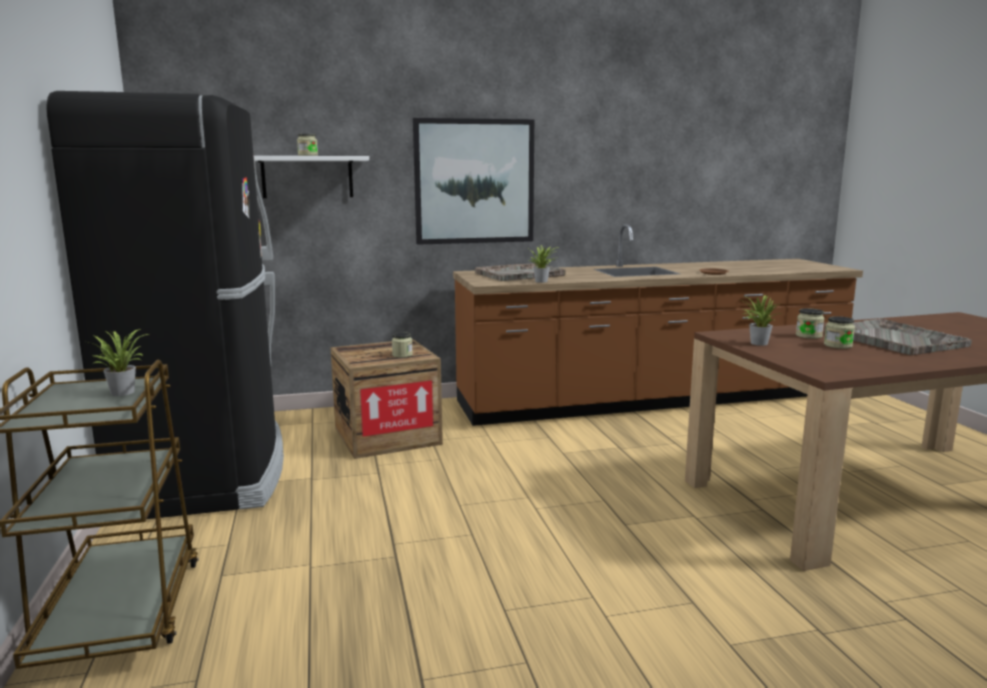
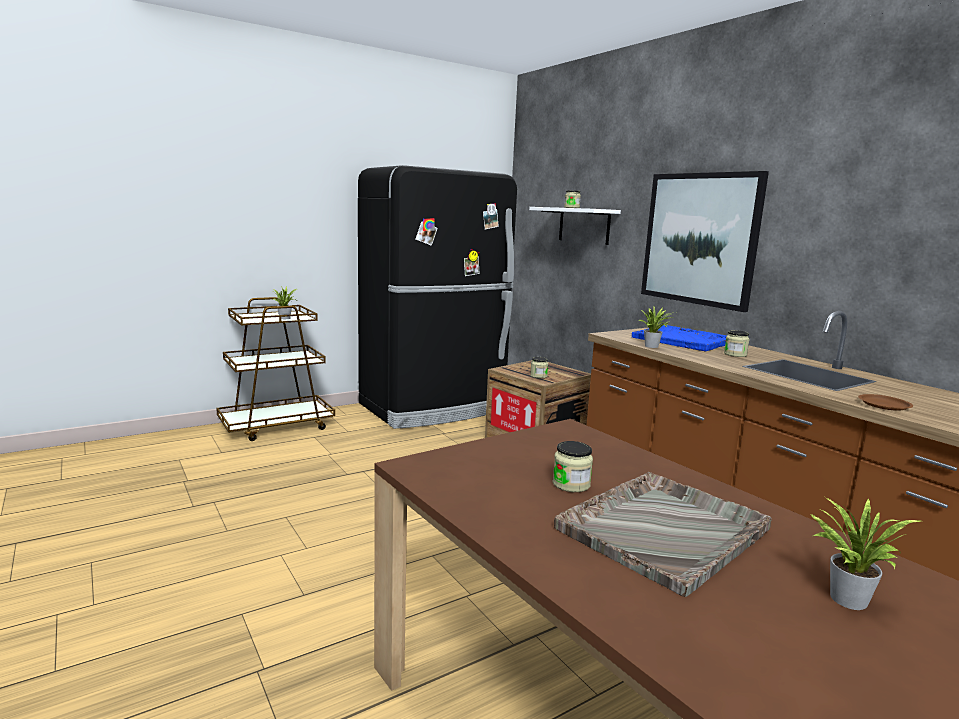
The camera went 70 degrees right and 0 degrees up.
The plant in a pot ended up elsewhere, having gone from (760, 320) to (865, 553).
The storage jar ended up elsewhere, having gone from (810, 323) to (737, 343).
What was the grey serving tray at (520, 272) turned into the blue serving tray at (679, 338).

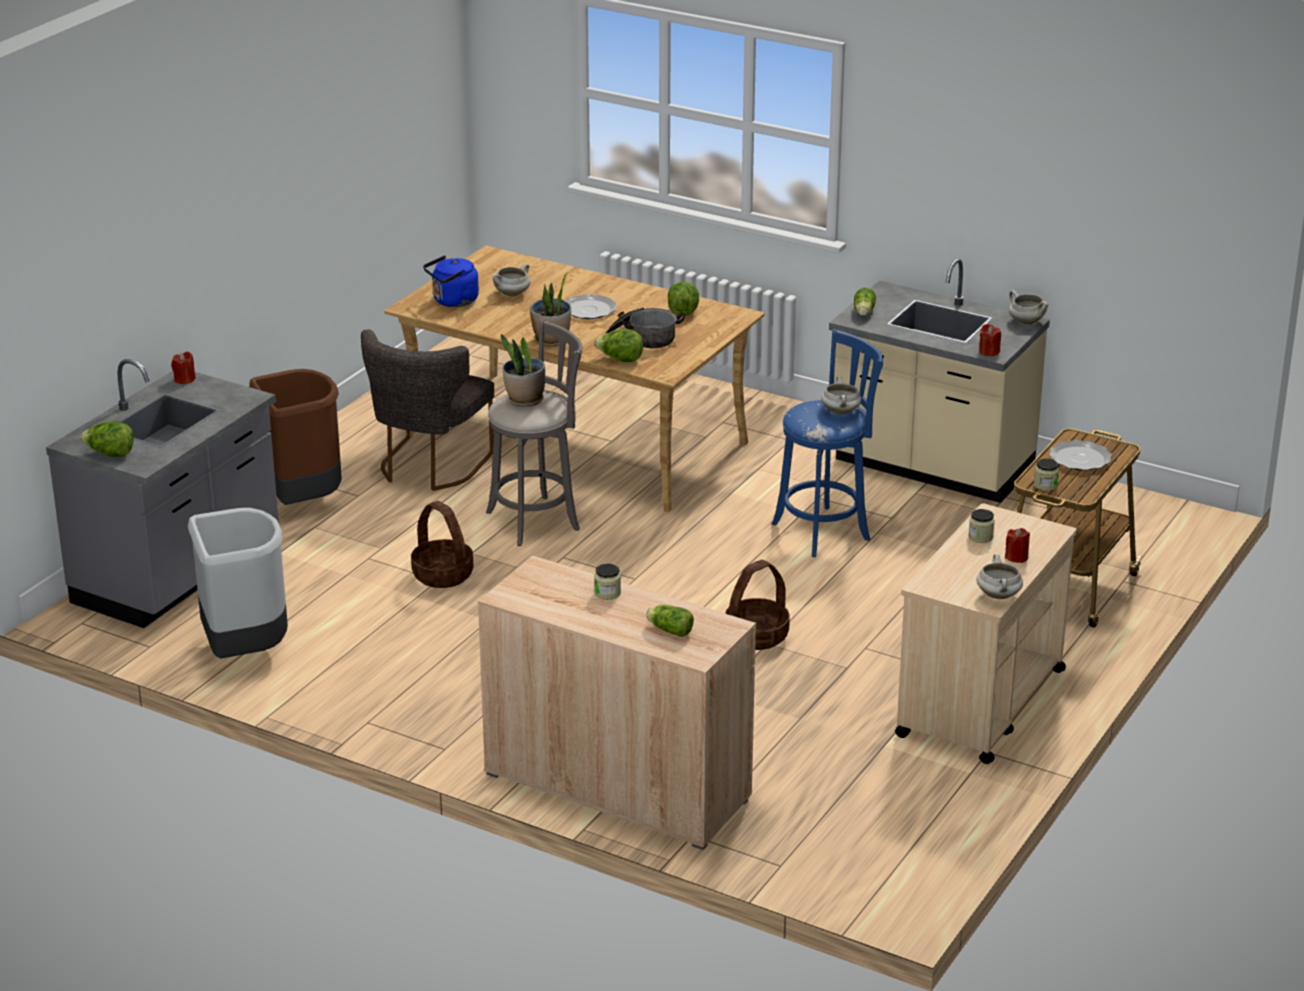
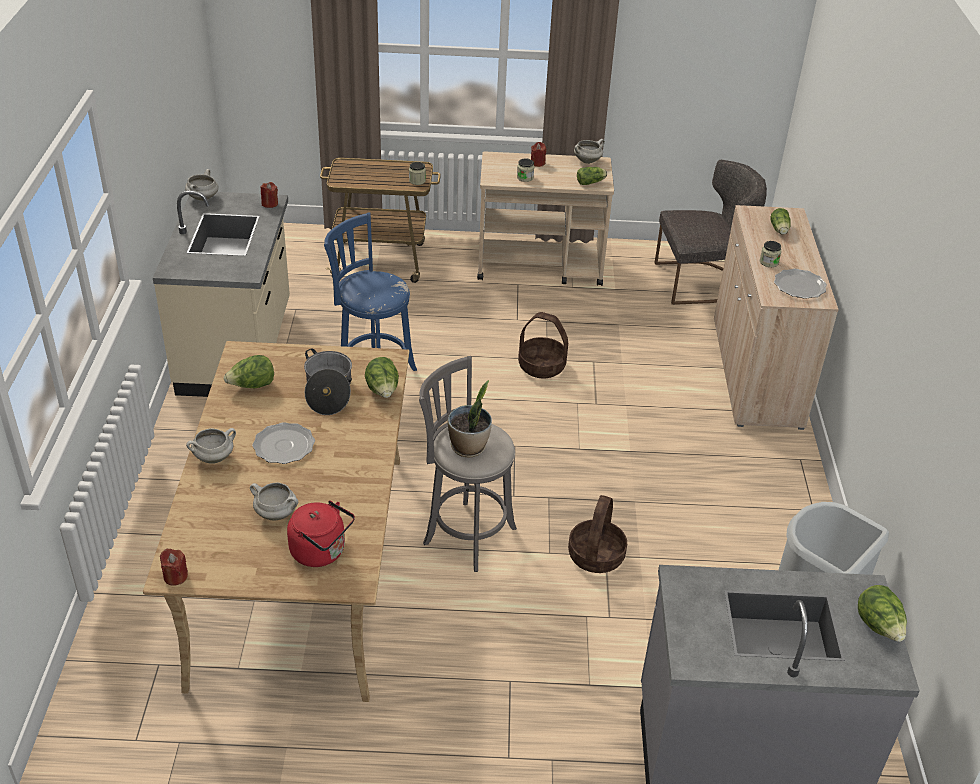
The camera went 120 degrees left and 10 degrees up.
The second view lost the brownish trash can at (295, 437).
The second view lost the plant in a pot at (550, 309).
The reddish wax candle ended up elsewhere, having gone from (183, 368) to (174, 567).
The grey upright chair ended up elsewhere, having gone from (427, 410) to (711, 232).
The white-coloured stockpot ended up elsewhere, having gone from (841, 395) to (211, 446).
The lettuce head ended up elsewhere, having gone from (865, 302) to (592, 176).
The plate ended up elsewhere, having gone from (1080, 455) to (800, 284).
What was the blue kettle at (451, 281) turned into the reddish kettle at (321, 533).

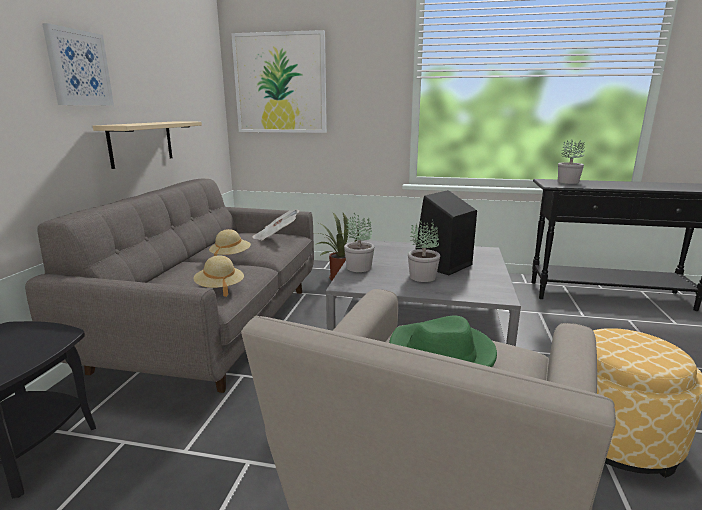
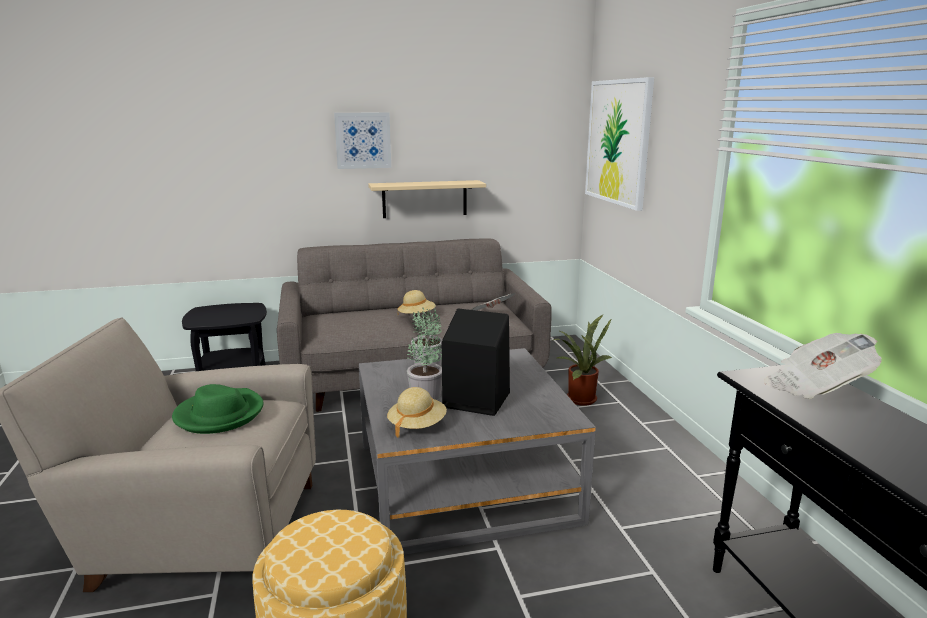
The camera went 65 degrees right and 0 degrees up.
The sand-coloured wearable hat ended up elsewhere, having gone from (218, 276) to (417, 412).
Where the plant in a pot stood at (571, 162), the printed paper came to stand at (823, 366).

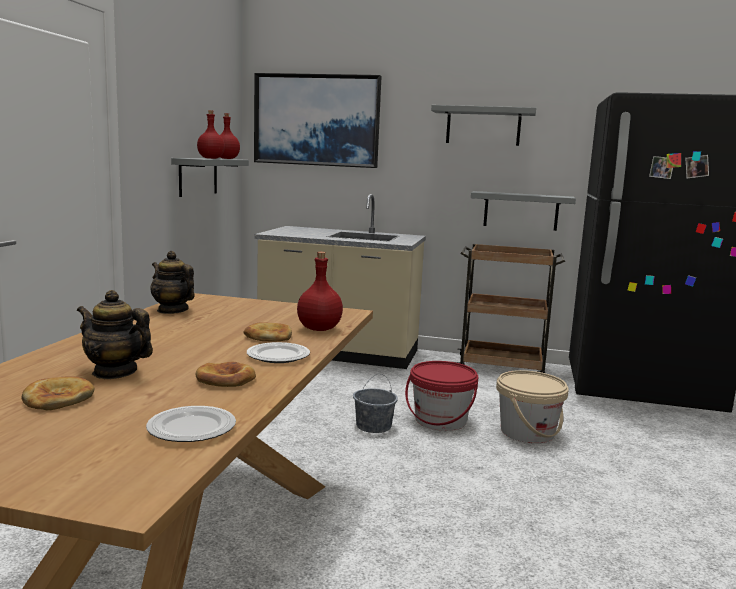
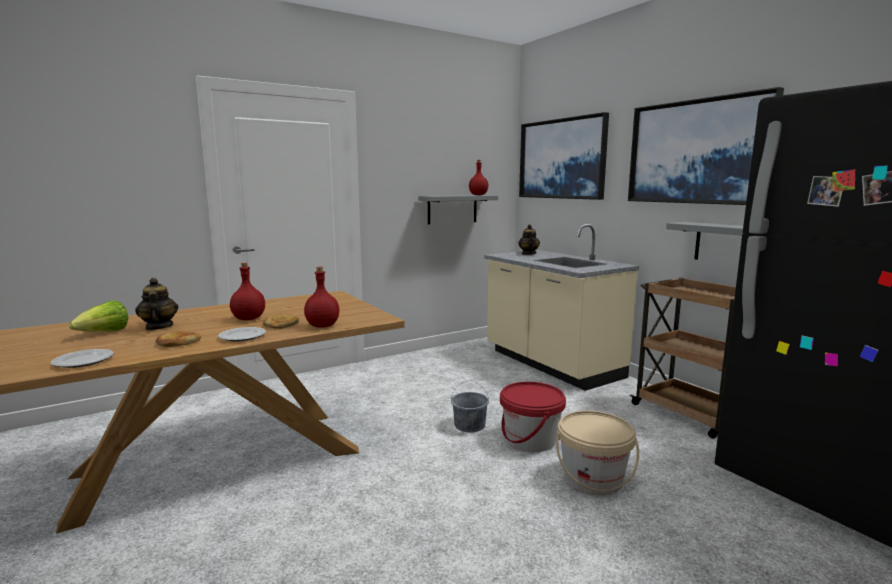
The camera went 45 degrees right and 0 degrees up.
The pot for tea ended up elsewhere, having gone from (173, 282) to (529, 239).
The reddish drink bottle ended up elsewhere, having gone from (211, 134) to (247, 291).
Where the bakery bread stood at (58, 393), the lettuce head came to stand at (98, 316).
Where the grey shelf hung at (483, 125), the wall picture came to hang at (706, 146).

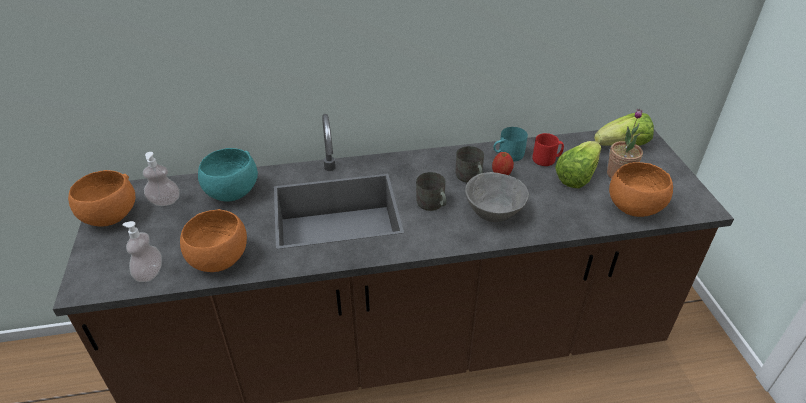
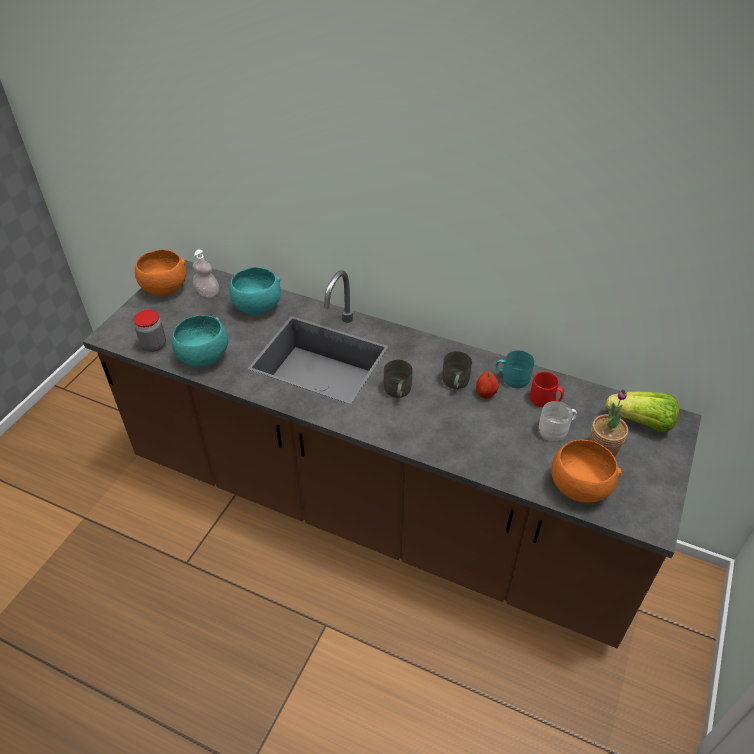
The camera went 35 degrees right and 5 degrees up.
The second view lost the grey bowl at (497, 197).
Where the soap bottle stood at (142, 251), the storage jar came to stand at (149, 331).
Where the lettuce head stood at (578, 164), the white-coloured tea mug came to stand at (558, 421).
What was the orangey bowl at (213, 240) turned into the turquoise bowl at (200, 341).

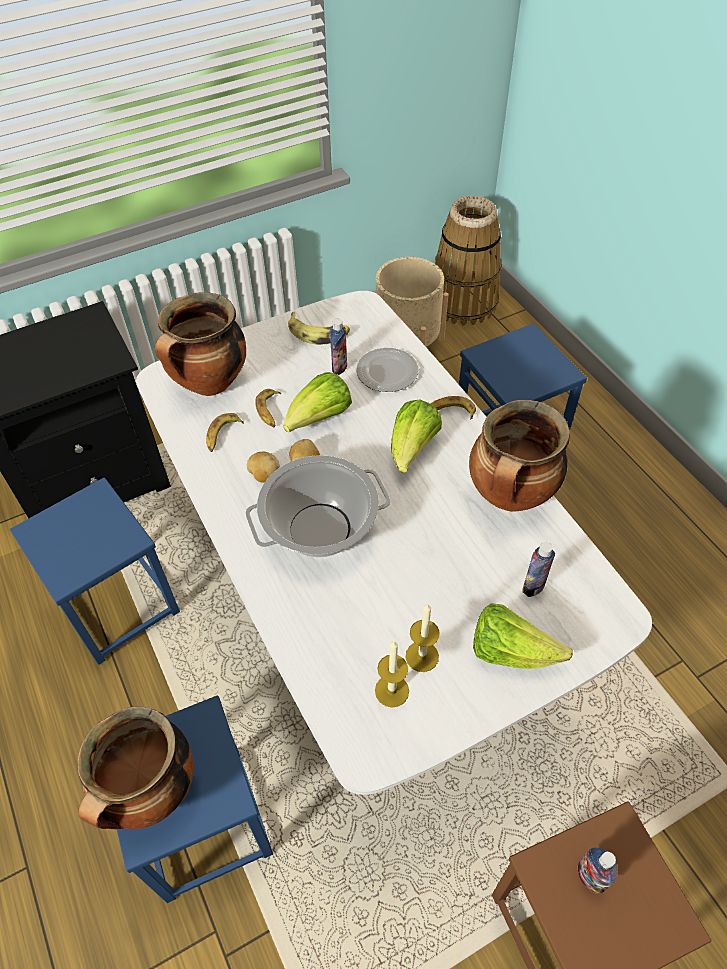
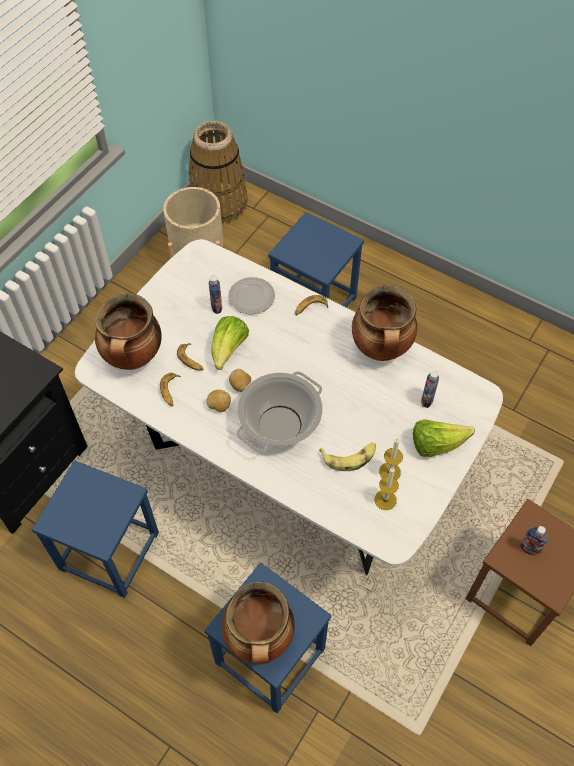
The camera went 30 degrees left and 5 degrees up.
The second view lost the lettuce head at (416, 436).
The banana ended up elsewhere, having gone from (319, 328) to (347, 456).

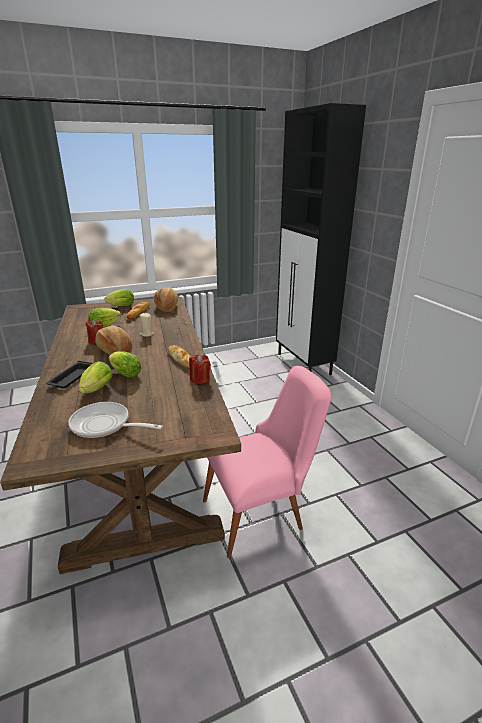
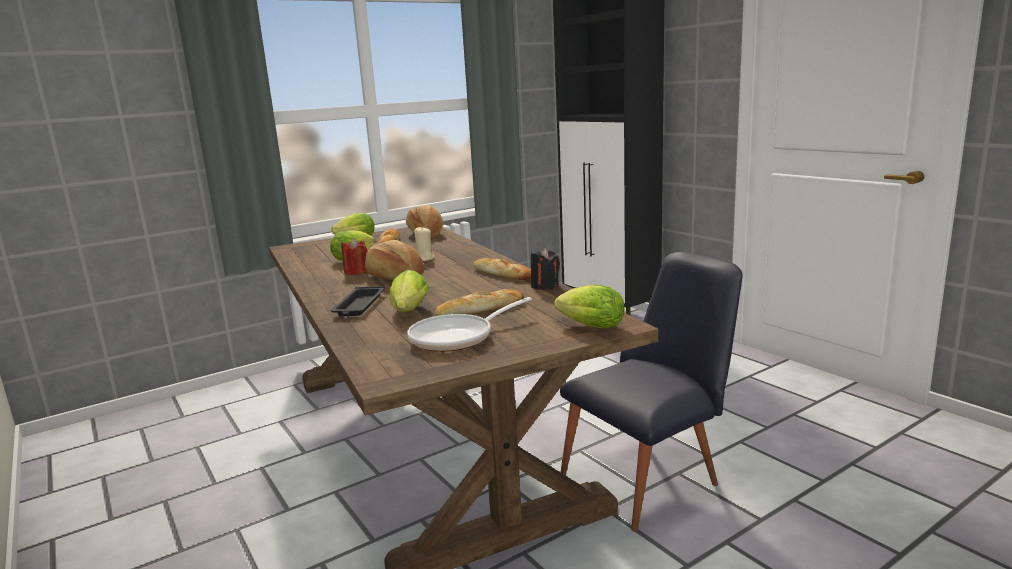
The camera went 10 degrees left and 10 degrees down.
The second view gained the bakery bread at (479, 302).
The lettuce head ended up elsewhere, having gone from (125, 364) to (589, 307).
What was the reddish wax candle at (200, 369) turned into the black wax candle at (545, 269).
What was the pinkish upright chair at (267, 462) turned into the black upright chair at (651, 392).
The frying pan at (115, 420) ended up facing another way, 45 degrees counterclockwise from before.

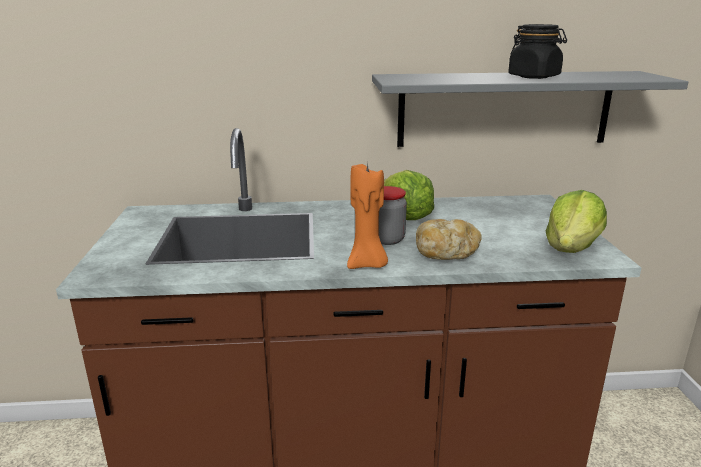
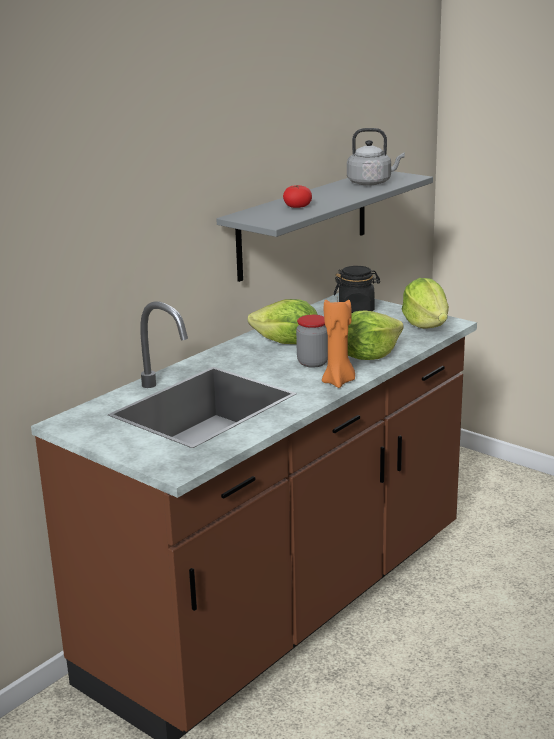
The camera went 45 degrees left and 0 degrees up.
The second view gained the whole tomato at (297, 196).
The second view gained the grey kettle at (376, 157).
The black storage jar ended up elsewhere, having gone from (537, 51) to (357, 289).
Where the bakery bread stood at (449, 239), the lettuce head came to stand at (376, 335).

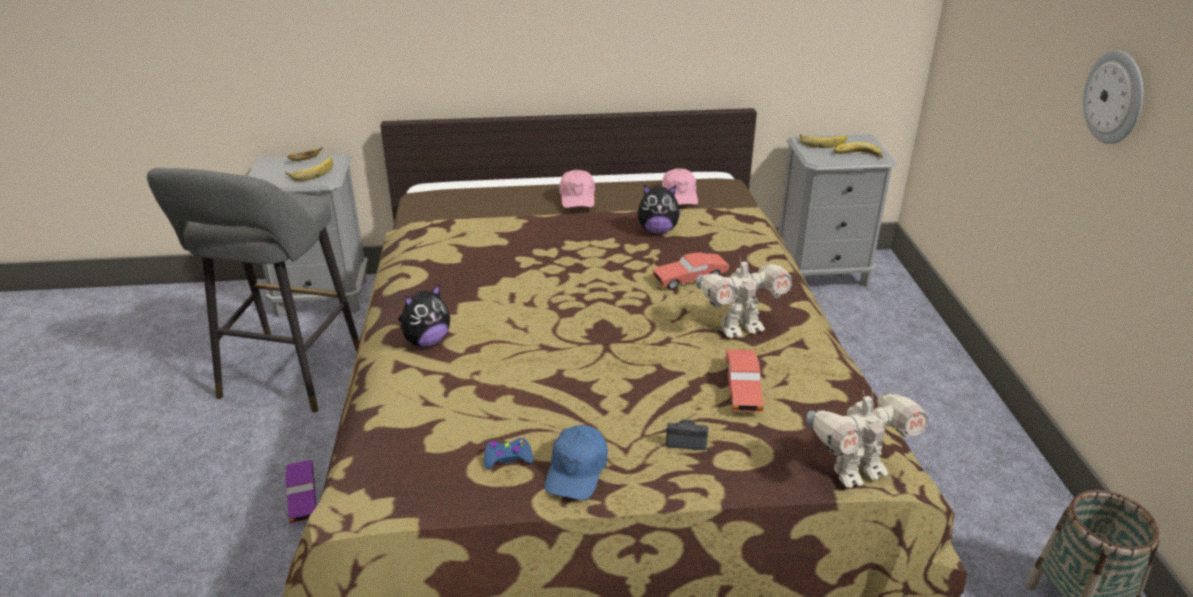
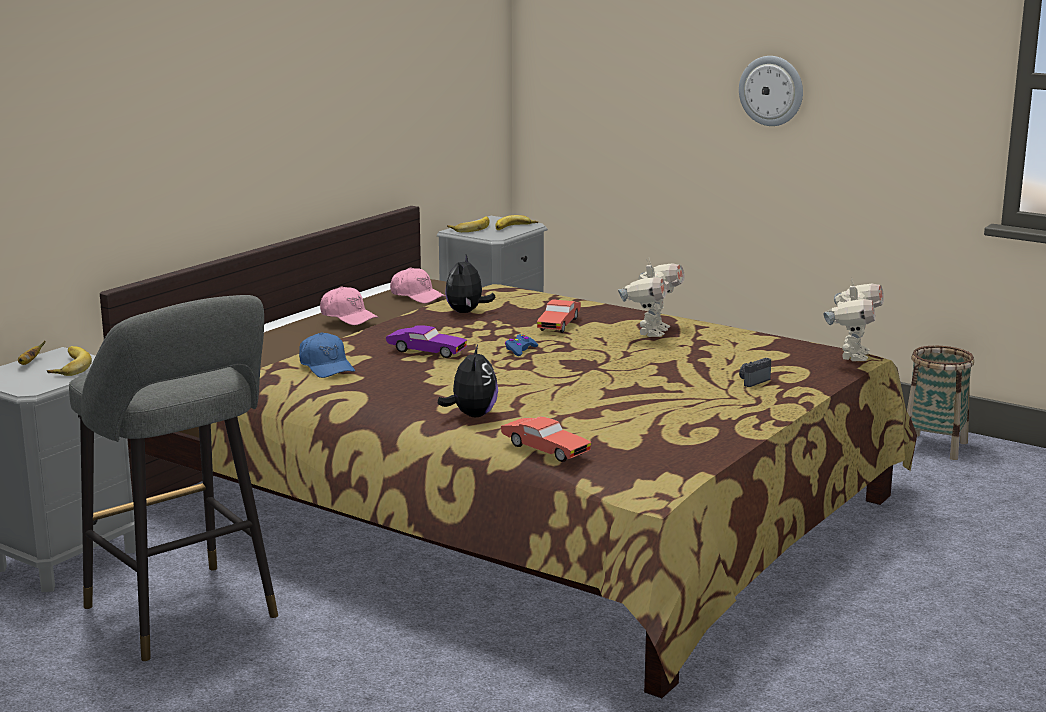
The camera went 50 degrees left and 15 degrees down.
The purple-coloured toy car ended up elsewhere, having gone from (301, 492) to (426, 341).
The blue joypad ended up elsewhere, having gone from (508, 453) to (521, 345).
The blue cap ended up elsewhere, having gone from (576, 462) to (327, 355).
The reddish toy car ended up elsewhere, having gone from (745, 381) to (546, 439).
The plush toy at (660, 209) ended up facing another way, 150 degrees clockwise from before.

